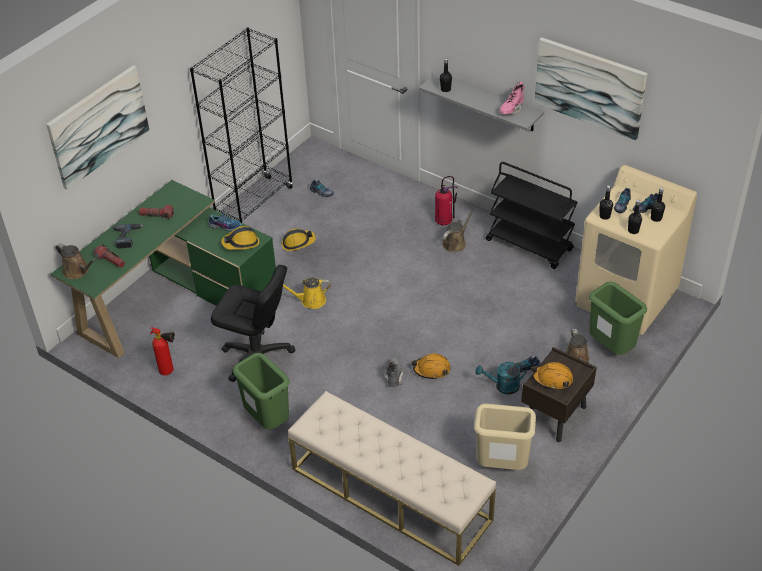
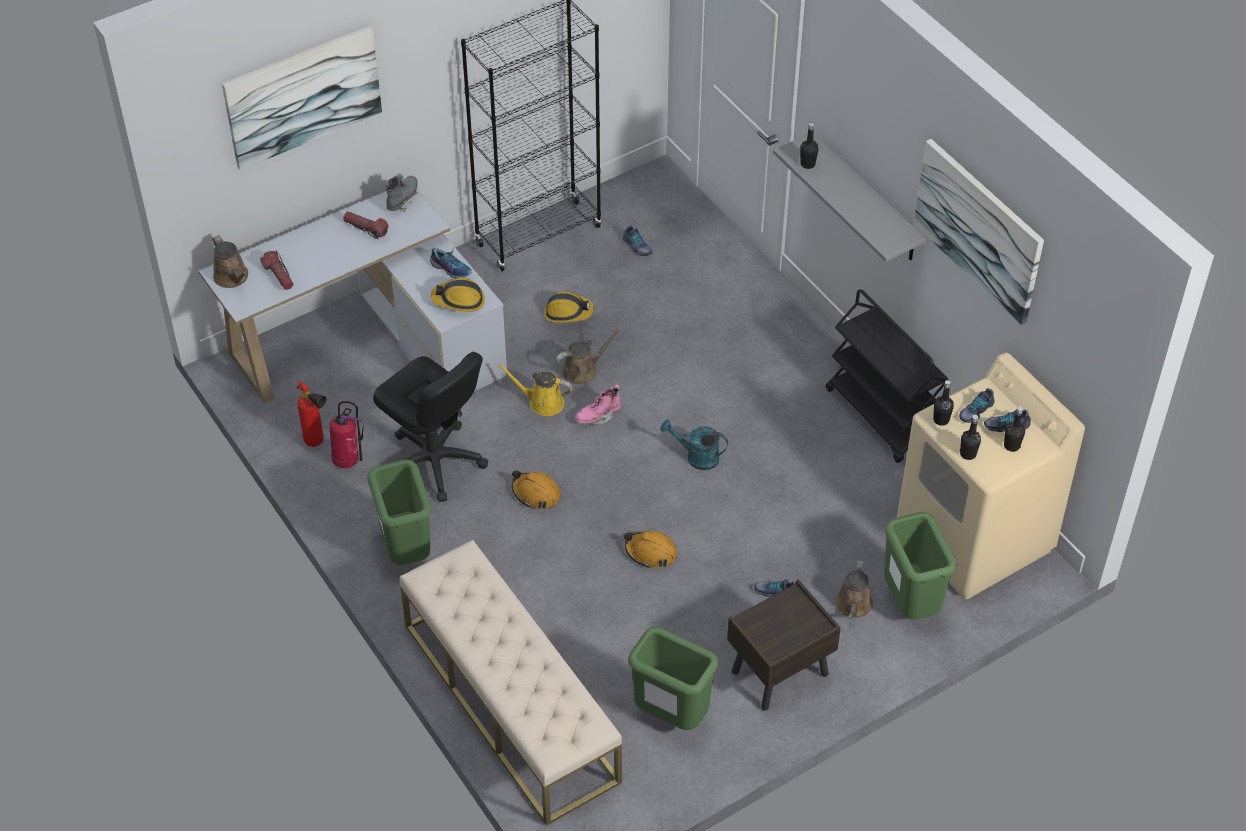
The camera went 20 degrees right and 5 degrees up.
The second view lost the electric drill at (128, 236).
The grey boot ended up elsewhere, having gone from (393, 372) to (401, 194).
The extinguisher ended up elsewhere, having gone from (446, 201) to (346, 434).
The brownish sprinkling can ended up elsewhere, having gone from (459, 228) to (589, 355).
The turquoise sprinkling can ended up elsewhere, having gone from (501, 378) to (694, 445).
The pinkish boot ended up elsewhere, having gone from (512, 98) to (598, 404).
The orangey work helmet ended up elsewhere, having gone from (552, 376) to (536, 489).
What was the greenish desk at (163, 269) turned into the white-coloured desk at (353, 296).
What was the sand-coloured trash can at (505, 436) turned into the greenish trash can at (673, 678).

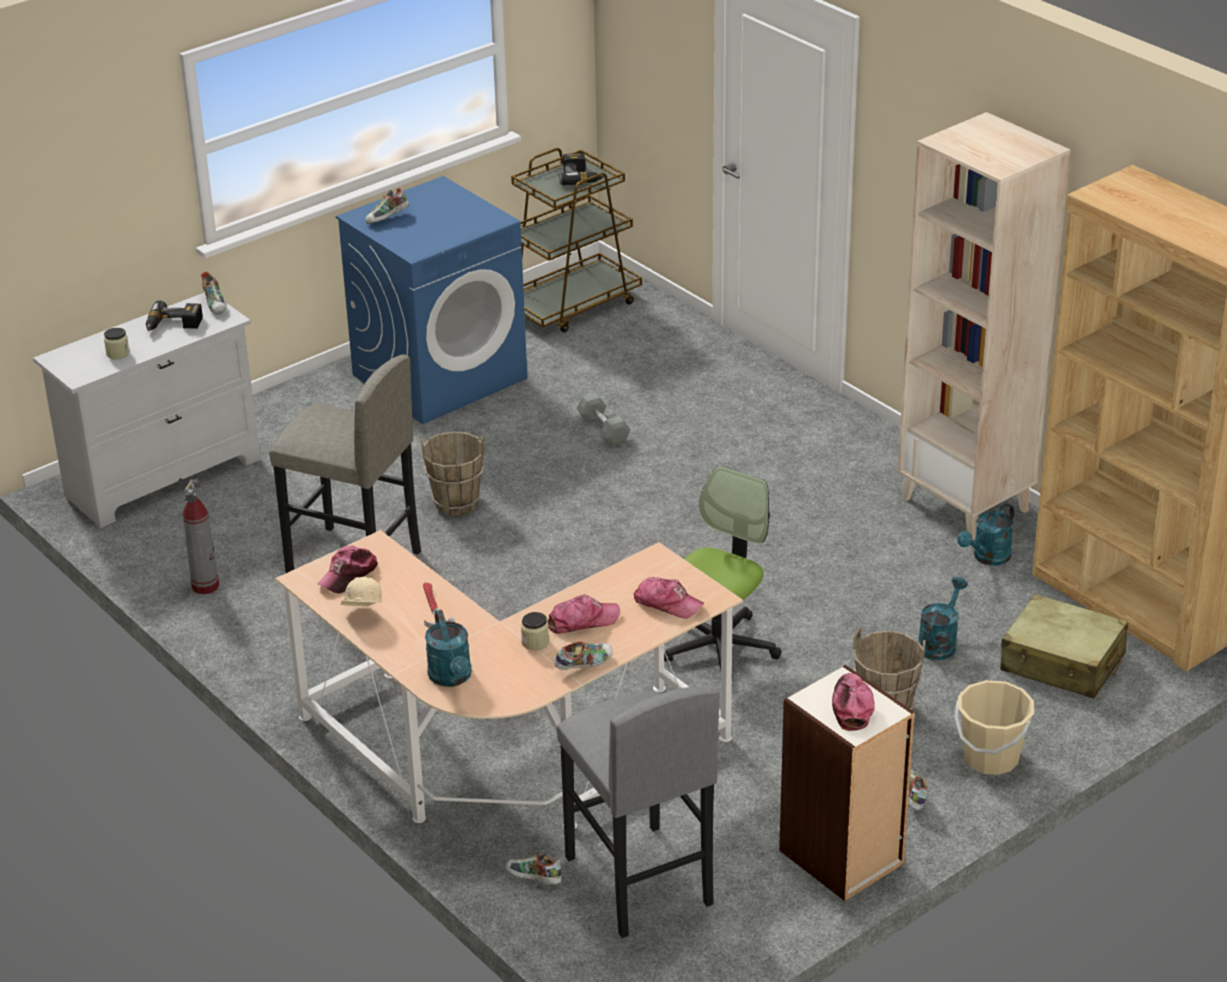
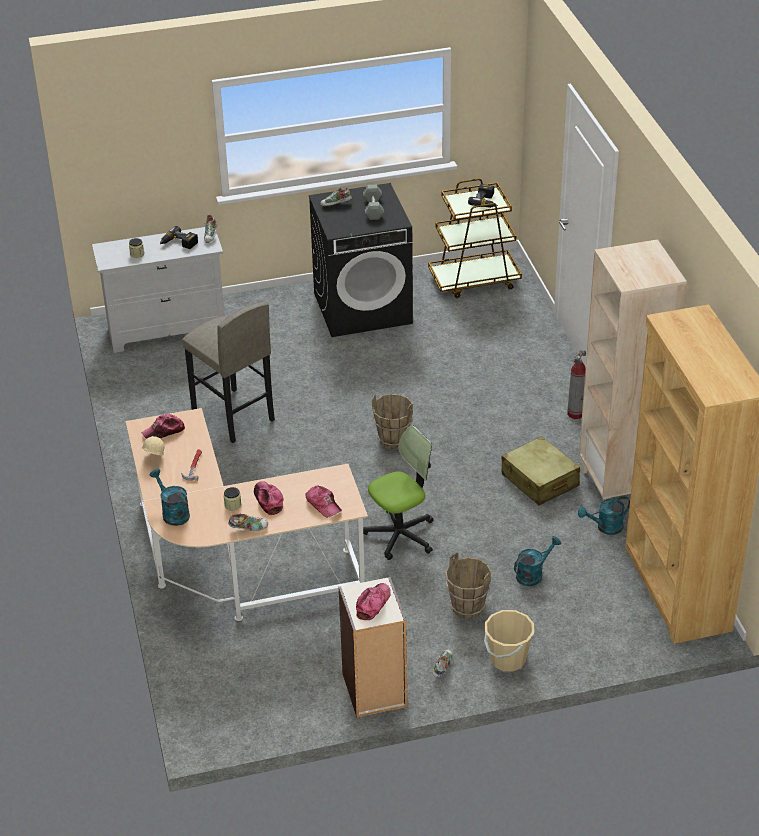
The camera went 25 degrees right and 5 degrees up.
The second view lost the low shoe at (533, 869).
The second view lost the grey stool at (638, 811).
The extinguisher ended up elsewhere, having gone from (201, 536) to (576, 384).
The brownish bucket ended up elsewhere, having gone from (453, 474) to (392, 421).
The grey free weight ended up elsewhere, having gone from (603, 419) to (373, 202).
The sand-coloured travel case ended up elsewhere, having gone from (1064, 646) to (541, 470).
What was the blue laundry machine at (431, 300) turned into the black laundry machine at (361, 260).
The turquoise sprinkling can at (448, 648) ended up facing another way, 135 degrees clockwise from before.
The cap at (583, 614) ended up facing another way, 120 degrees counterclockwise from before.

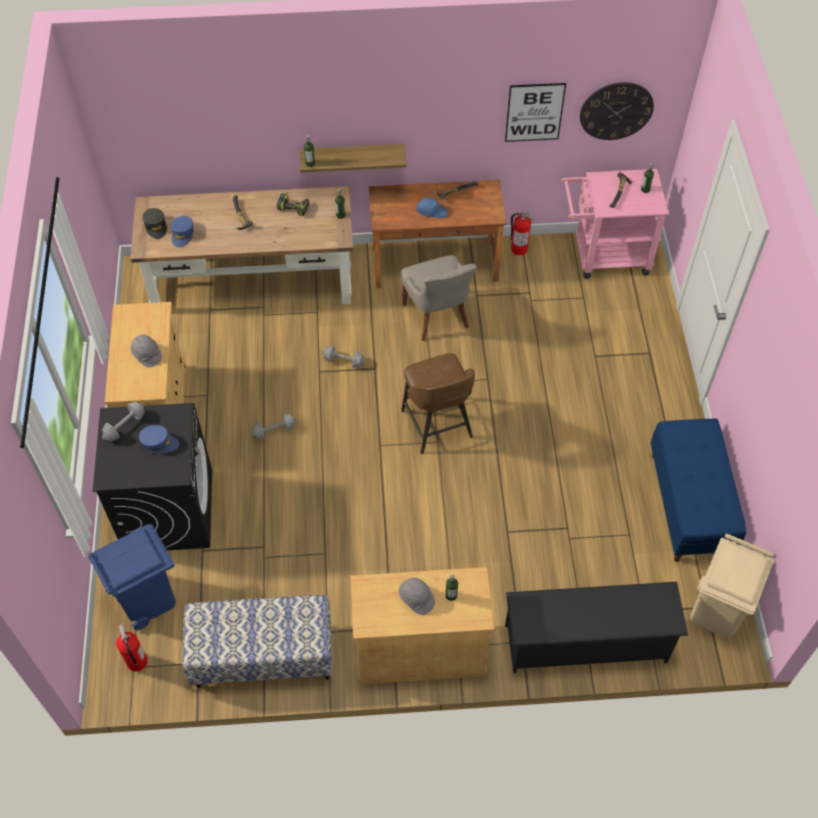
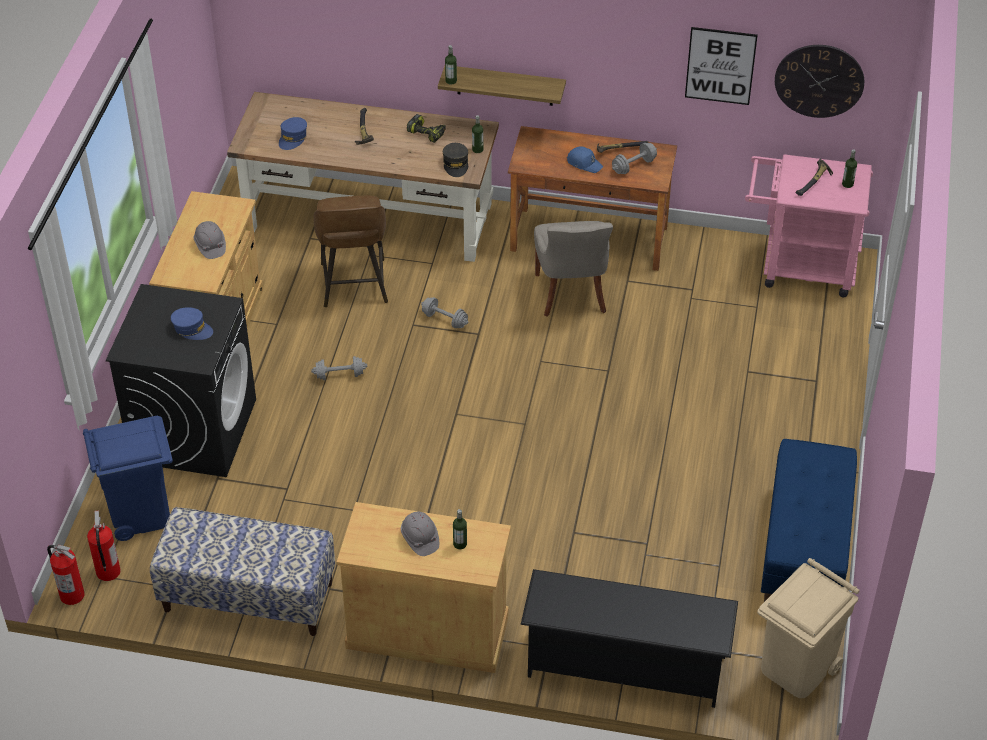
The camera went 15 degrees right and 10 degrees down.
The grey free weight ended up elsewhere, having gone from (123, 421) to (634, 158).
The grey cap ended up elsewhere, having gone from (154, 223) to (455, 160).
The brownish stool ended up elsewhere, having gone from (438, 403) to (351, 251).
The extinguisher ended up elsewhere, having gone from (522, 233) to (66, 575).

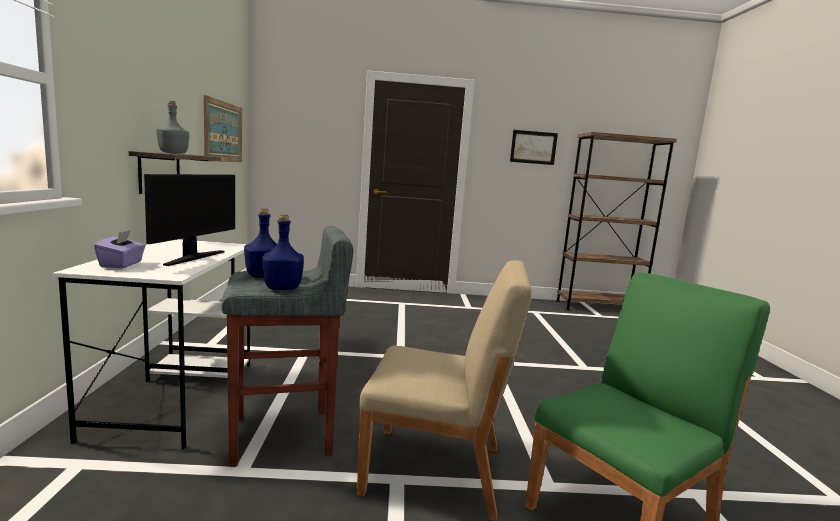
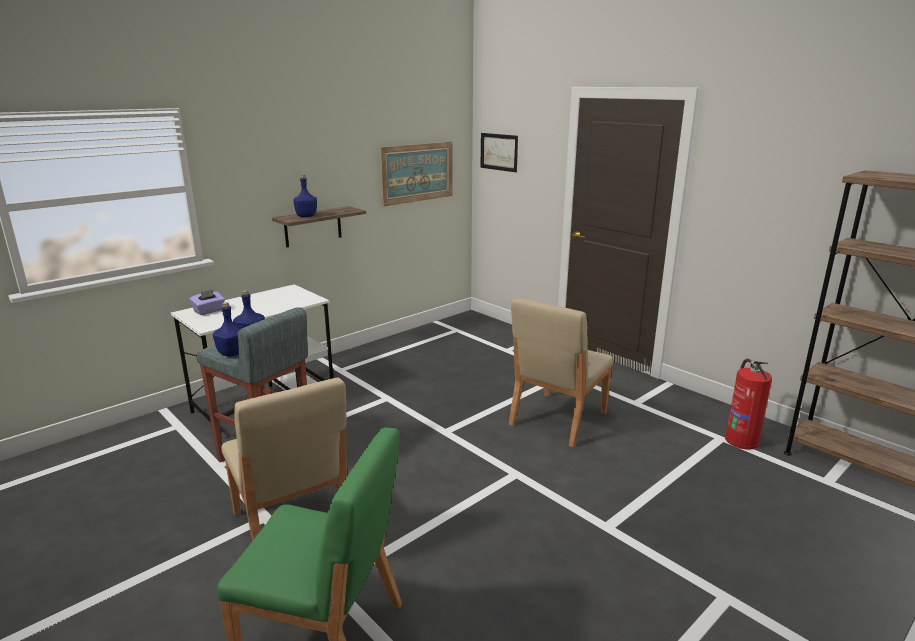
The camera went 50 degrees right and 10 degrees up.
The second view lost the computer screen at (189, 220).
The second view gained the sand-coloured upright chair at (561, 372).
The second view gained the extinguisher at (748, 404).
The wall picture ended up elsewhere, having gone from (534, 147) to (499, 152).
What was the grey drink bottle at (172, 127) turned into the blue drink bottle at (305, 196).

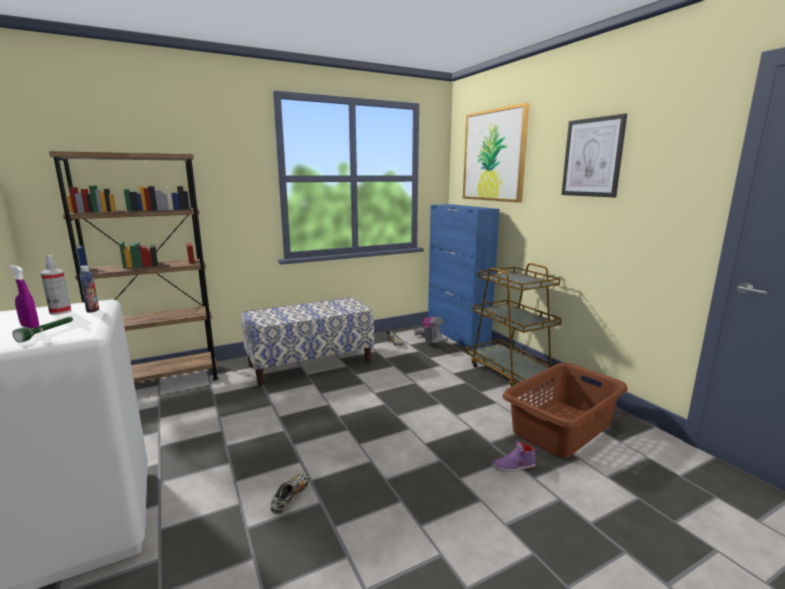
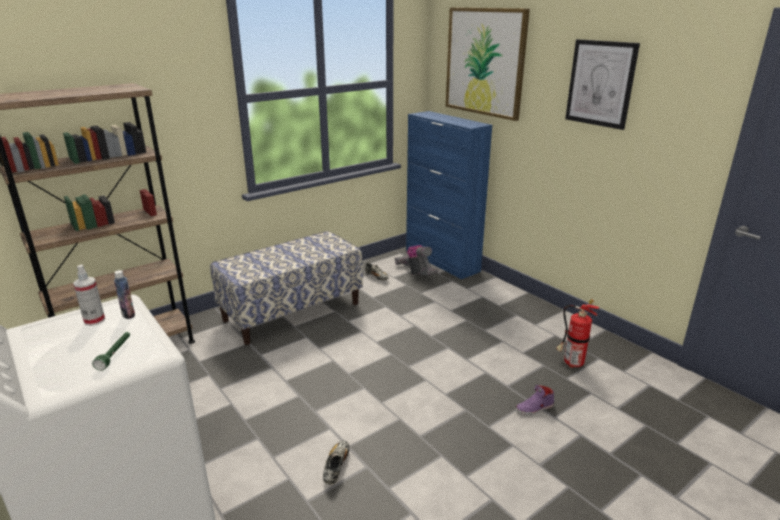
The camera went 10 degrees left and 10 degrees up.
The second view lost the purple-coloured spray bottle at (24, 297).
The second view lost the brownish cart at (514, 325).
Where the brownish hamper stood at (565, 410), the extinguisher came to stand at (577, 333).

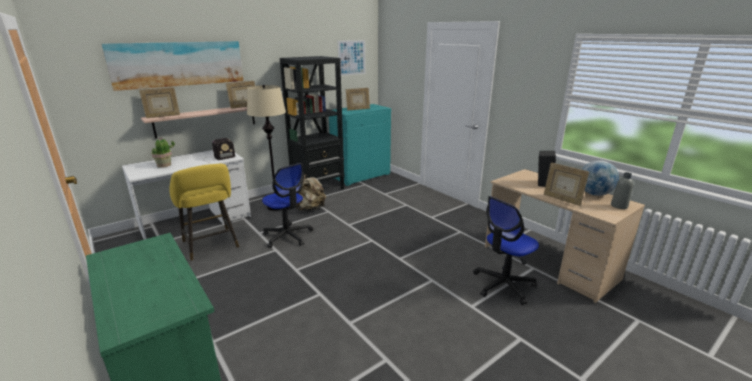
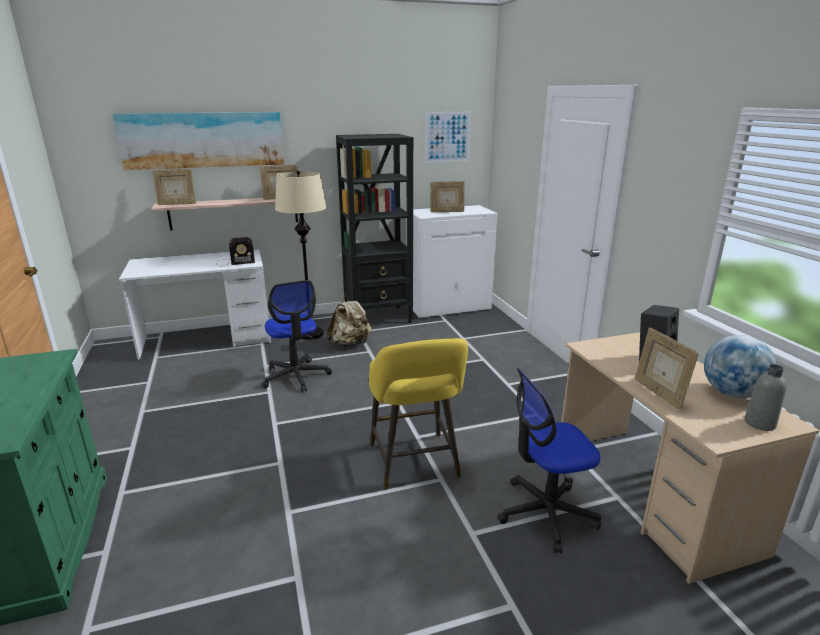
The camera went 20 degrees right and 0 degrees up.
The second view lost the plant in a pot at (163, 153).
The yellow-coloured stool ended up elsewhere, having gone from (204, 212) to (418, 414).
What was the turquoise storage cabinet at (360, 145) turned into the white-coloured storage cabinet at (451, 262).

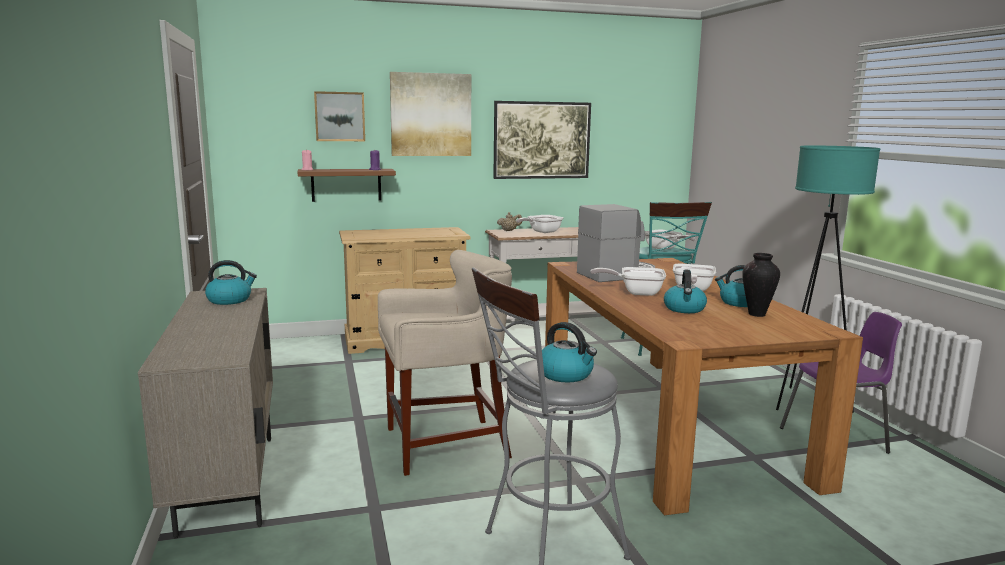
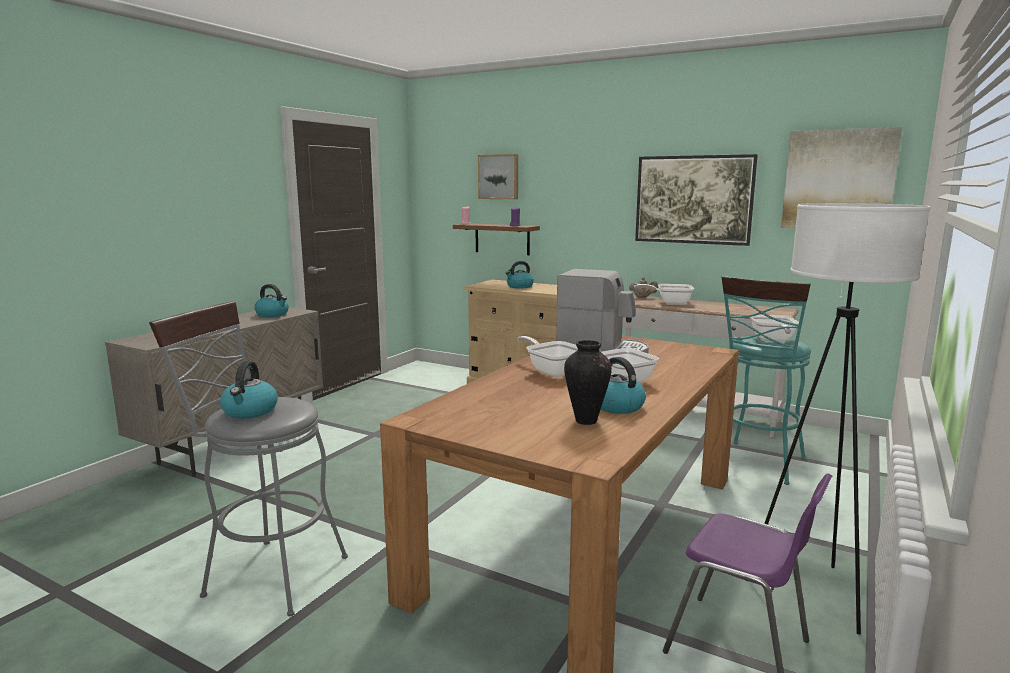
The camera went 45 degrees right and 0 degrees up.
The second view lost the sand-coloured stool at (445, 363).
The wall picture ended up elsewhere, having gone from (430, 114) to (841, 177).
The kettle ended up elsewhere, having gone from (685, 291) to (519, 274).
What was the turquoise standard lamp at (828, 279) turned into the white-coloured standard lamp at (847, 419).

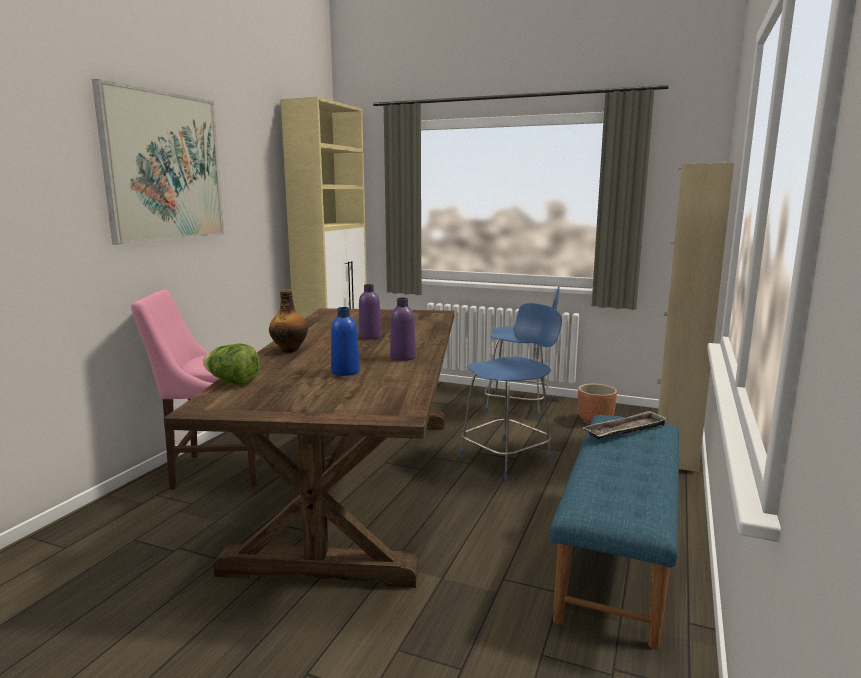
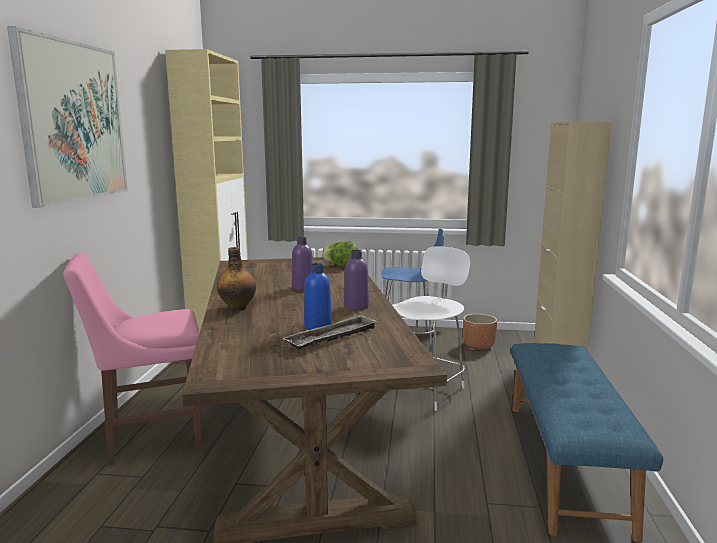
The camera went 15 degrees left and 0 degrees up.
The lettuce head ended up elsewhere, having gone from (231, 364) to (340, 254).
The serving tray ended up elsewhere, having gone from (625, 424) to (330, 332).
What was the blue stool at (511, 391) turned into the white-coloured stool at (431, 328).

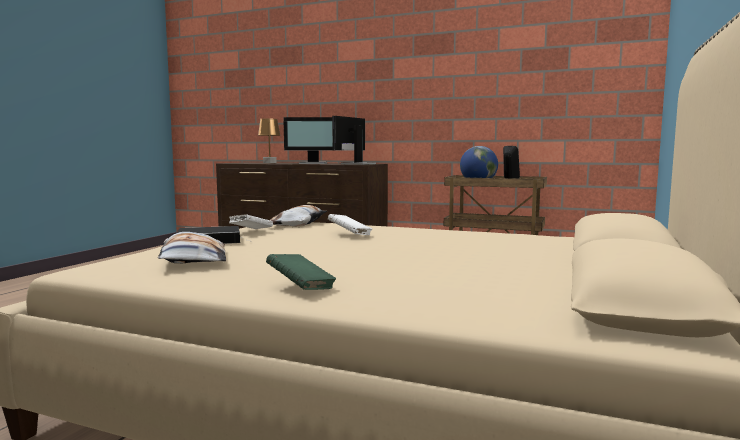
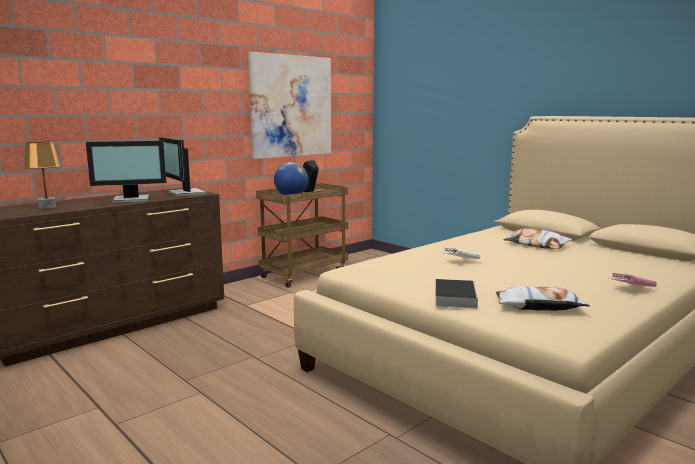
The camera went 65 degrees left and 5 degrees up.
The second view lost the white-coloured book at (251, 221).
The second view gained the wall picture at (289, 105).
The cushion ended up elsewhere, having gone from (298, 215) to (538, 238).
What was the greenish book at (301, 272) turned into the pinkish book at (634, 280).
The computer screen at (308, 140) ended up facing another way, 45 degrees clockwise from before.

